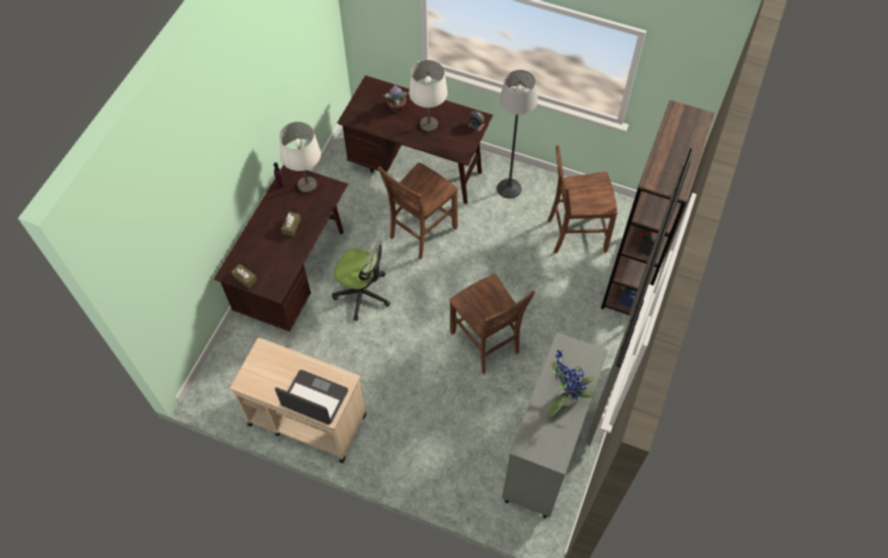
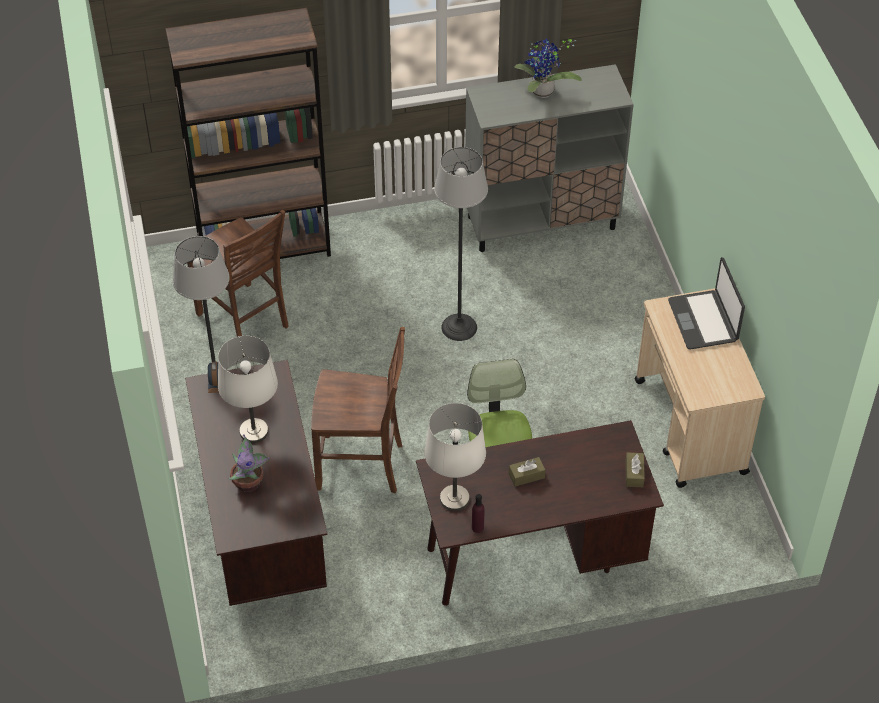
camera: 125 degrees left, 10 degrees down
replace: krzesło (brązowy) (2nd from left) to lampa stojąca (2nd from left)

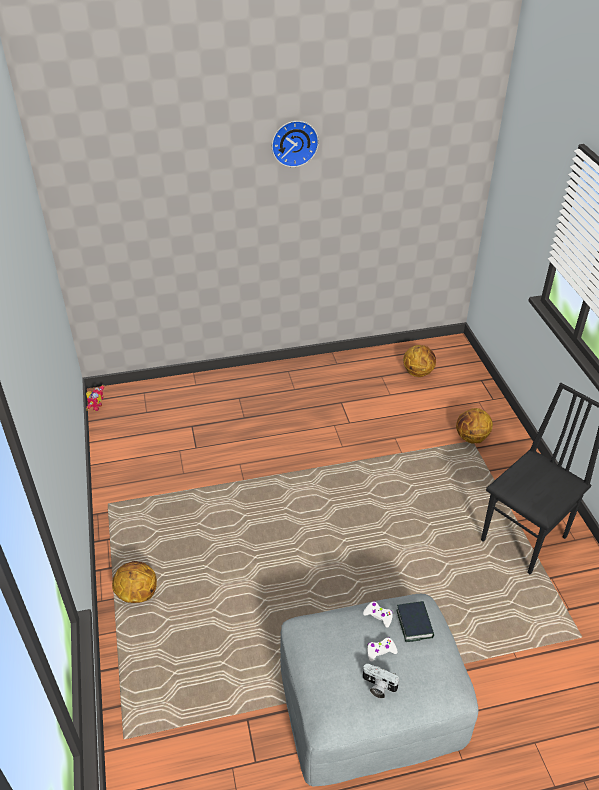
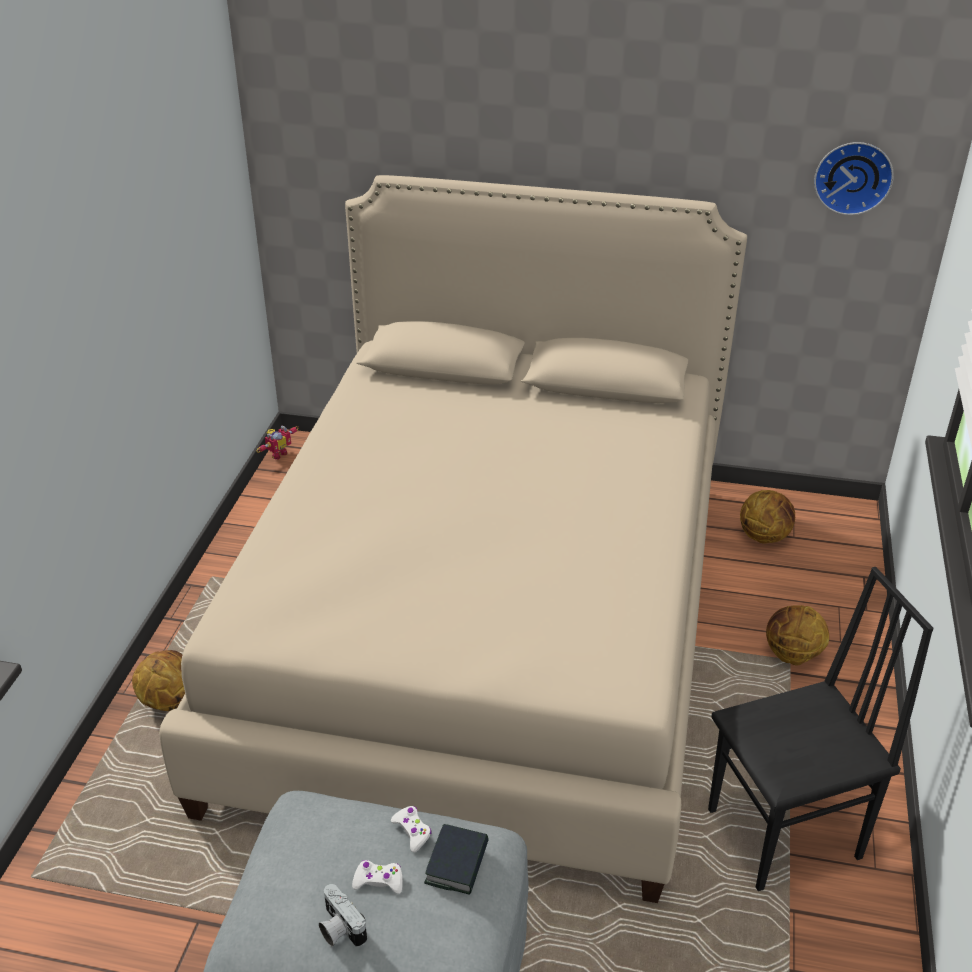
camera: 25 degrees right, 5 degrees down
insert: łóżko (beżowy)
move: zegar ścienny

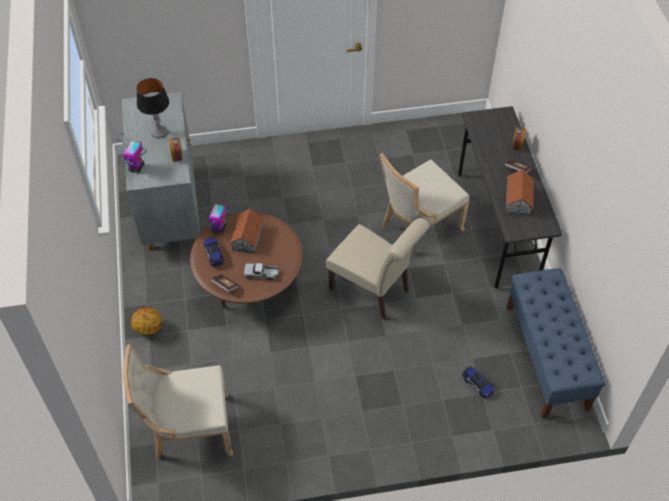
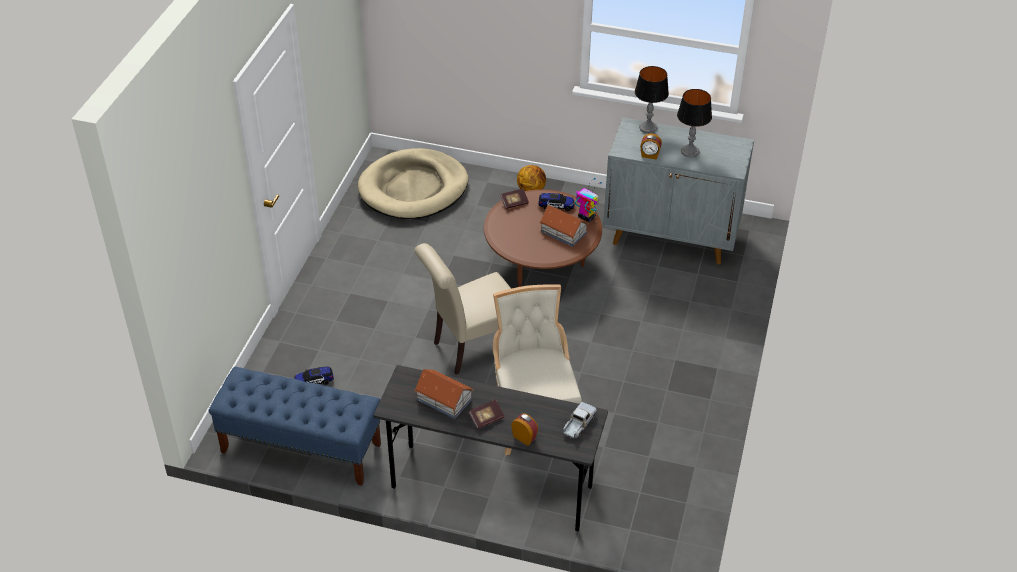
camera: 115 degrees right, 10 degrees down
move: ciężarówka zabawkowa
replace: robot zabawkowy (1st from left) to lampa stołowa (1st from left); krzesło (beżowy) (1st from left) to legowisko (beżowy)

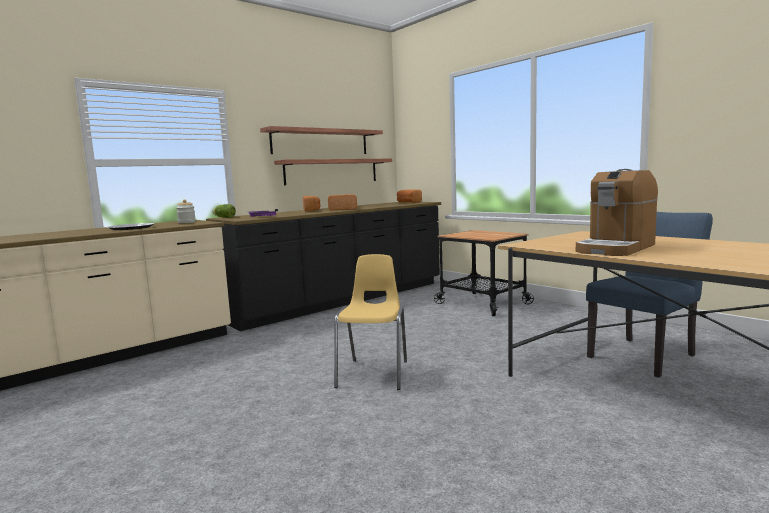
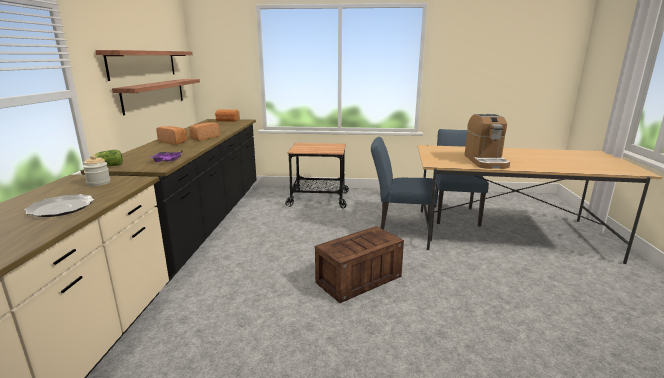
camera: 45 degrees left, 10 degrees up
insert: krzesło (niebieski) (1st from left)
replace: krzesło (żółty) to skrzynka

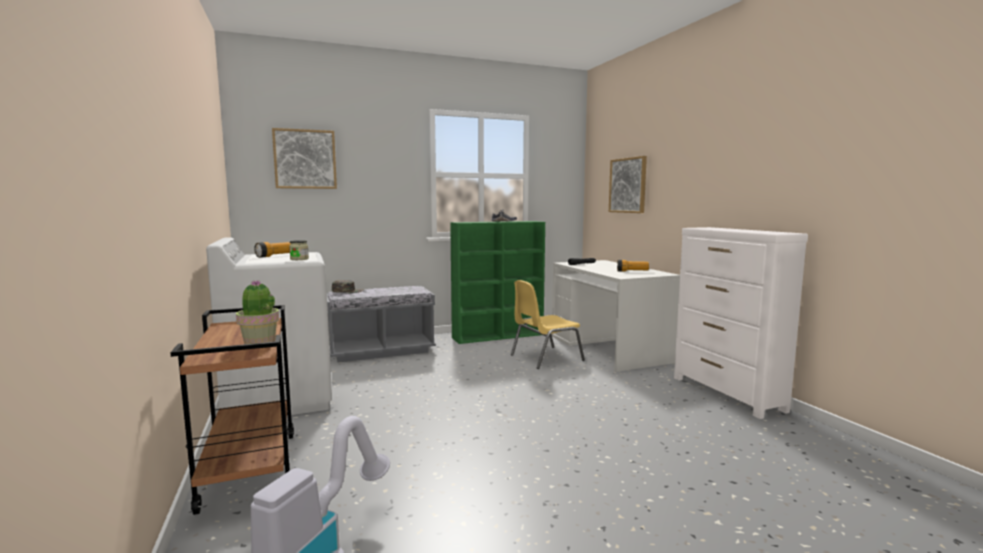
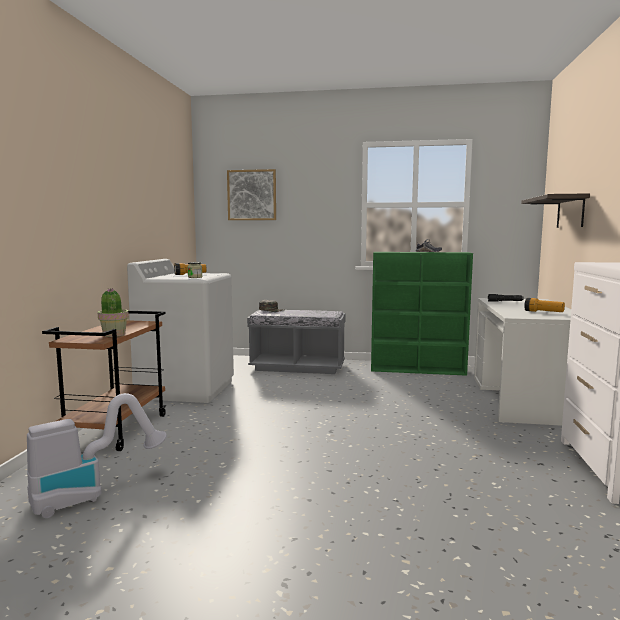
camera: 30 degrees right, 0 degrees up
delete: krzesło (żółty)
replace: obraz (2nd from left) to półka

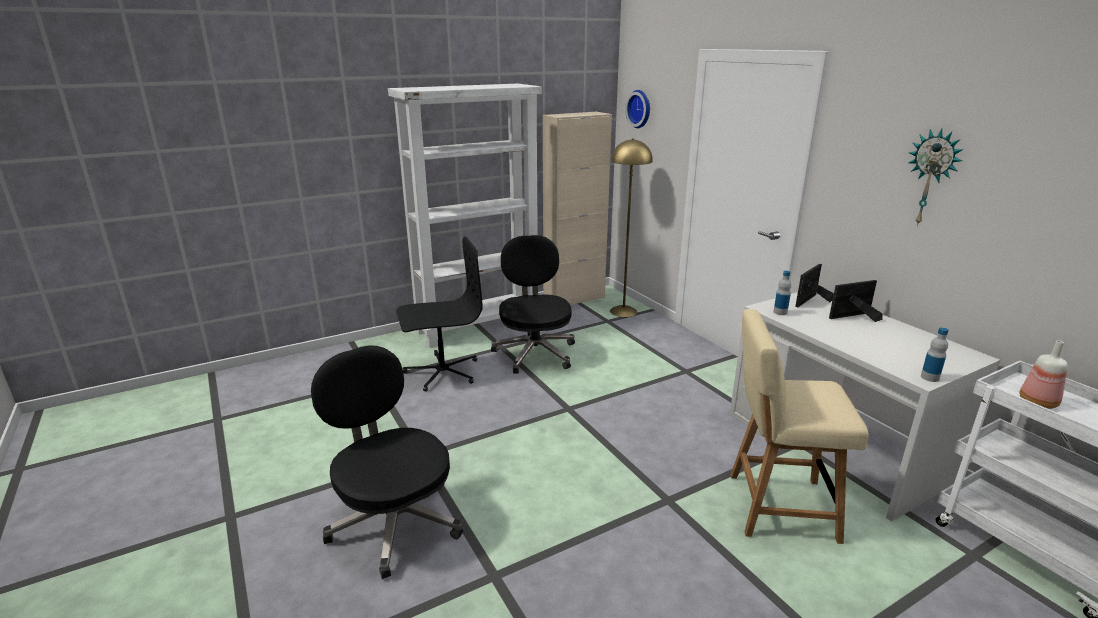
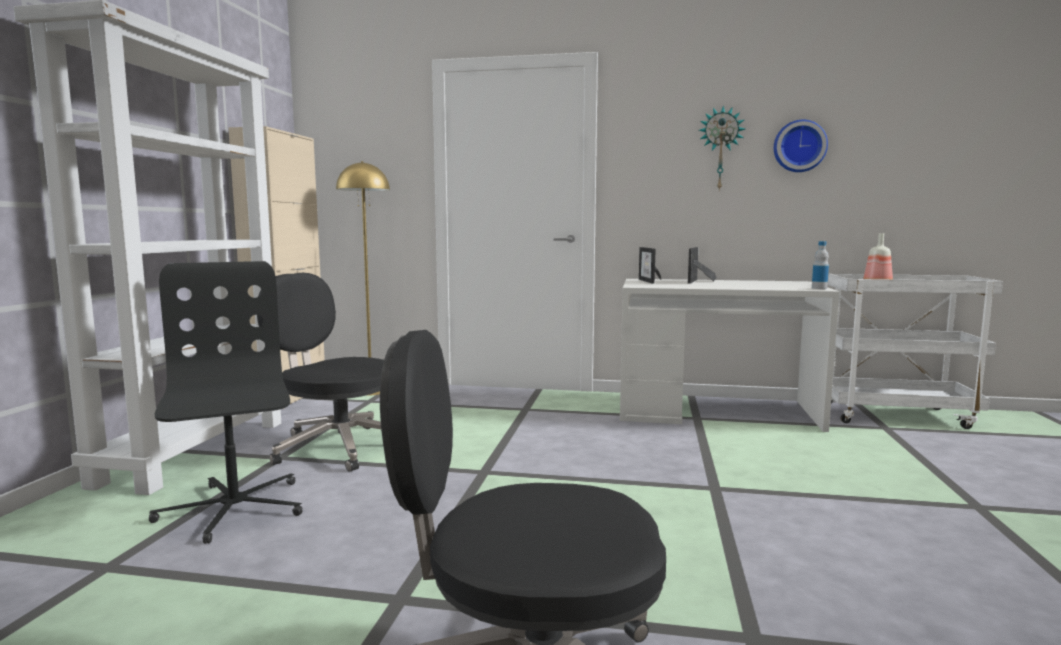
camera: 50 degrees left, 15 degrees down
delete: butelka (1st from left); krzesło (beżowy)
move: zegar ścienny (1st from left in the first image) to zegar ścienny (2nd from left)
rotate: krzesło biurowe (czarny) (2nd from left in the first image) 45 degrees counterclockwise

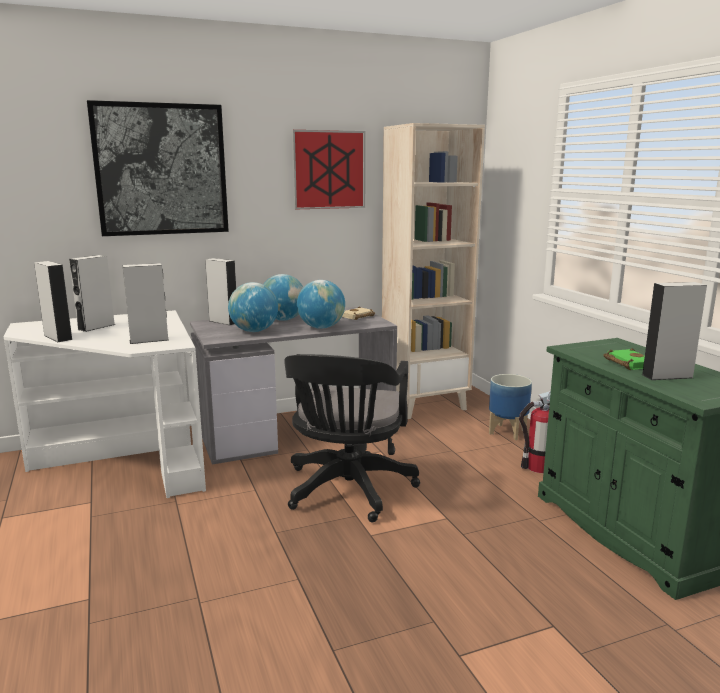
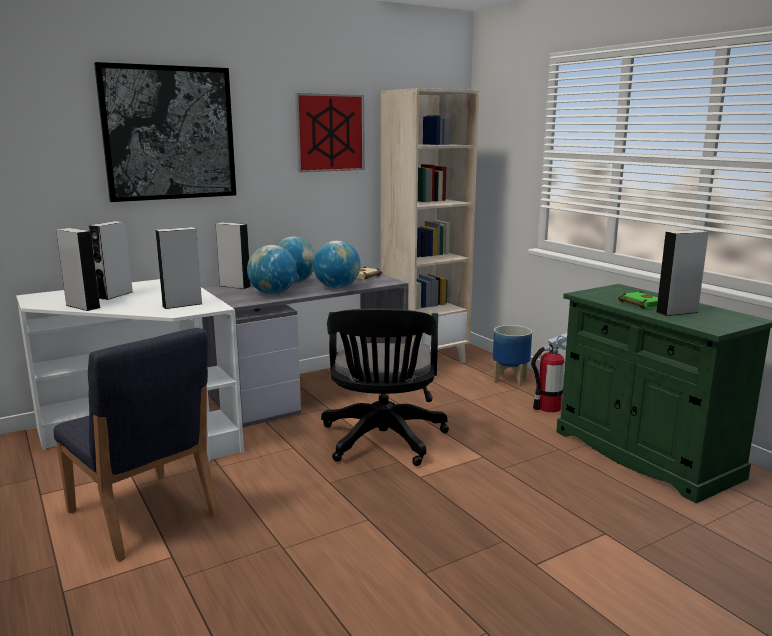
camera: 10 degrees left, 0 degrees up
insert: krzesło (niebieski)

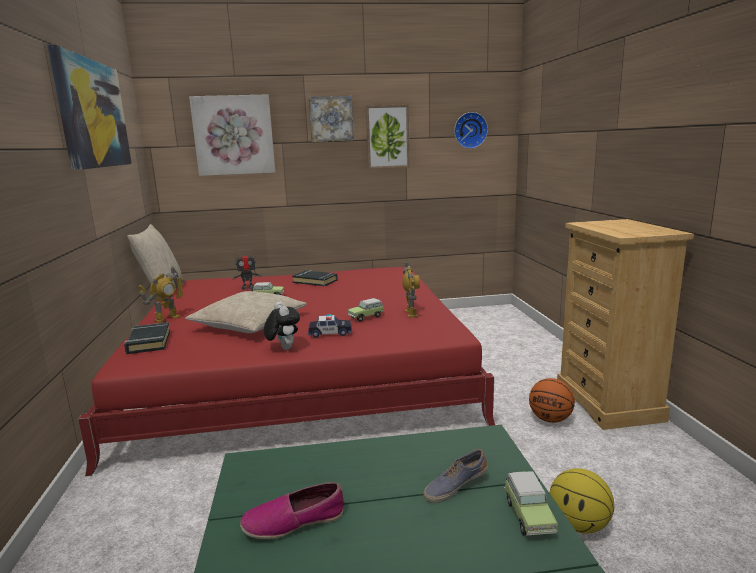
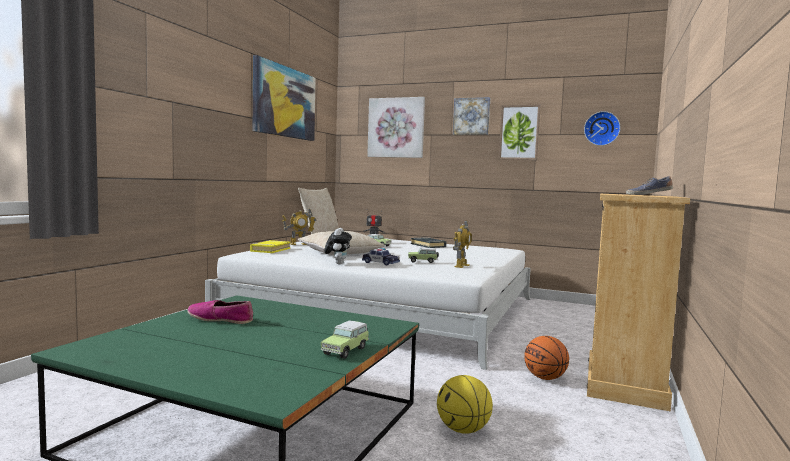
camera: 30 degrees right, 10 degrees down
move: but (2nd from left)
recolor: łóżko (czerwony) to łóżko (biały); książka (czarny) (1st from left) to książka (żółty)

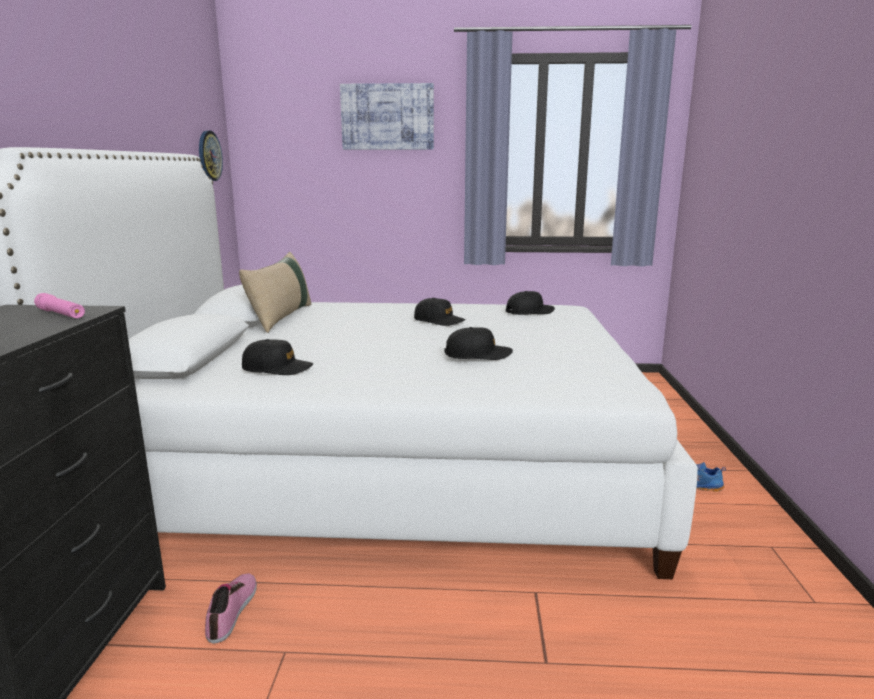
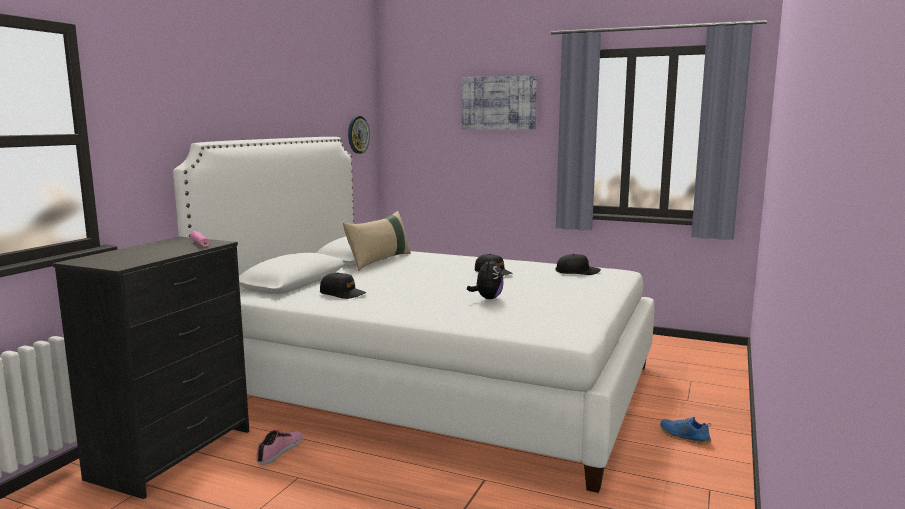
camera: 20 degrees right, 5 degrees down
replace: czapka z daszkiem (czarny) (3rd from left) to pluszak

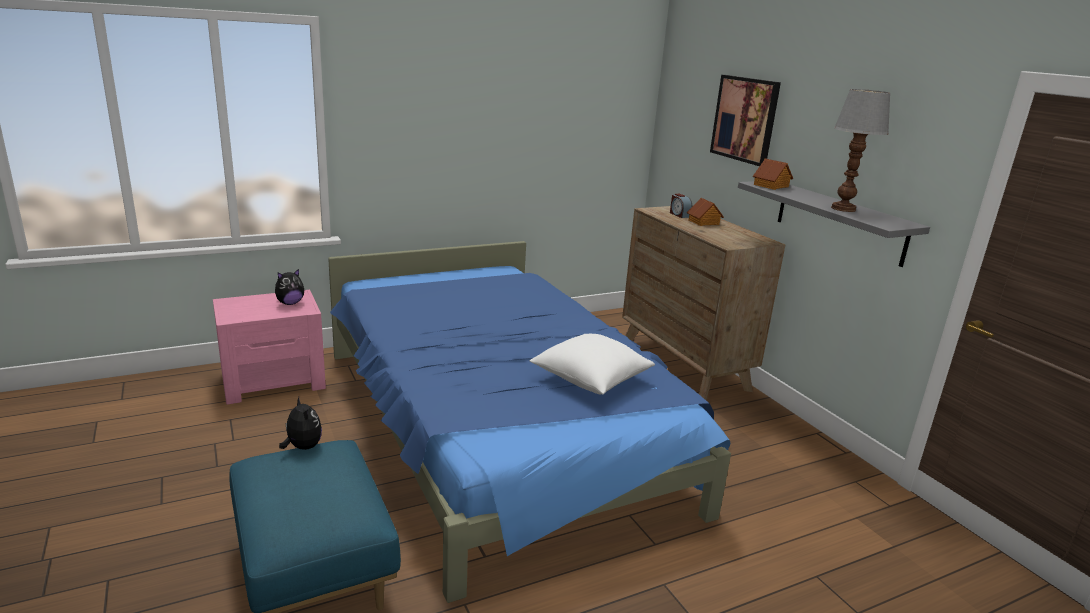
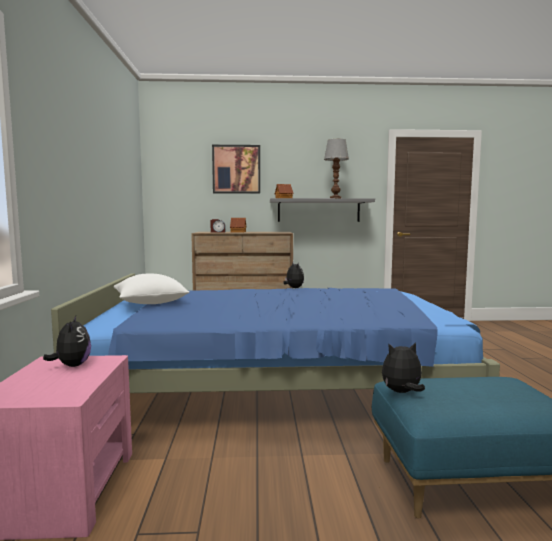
camera: 65 degrees left, 15 degrees down
insert: pluszak (2nd from left)
move: poduszka (biały)

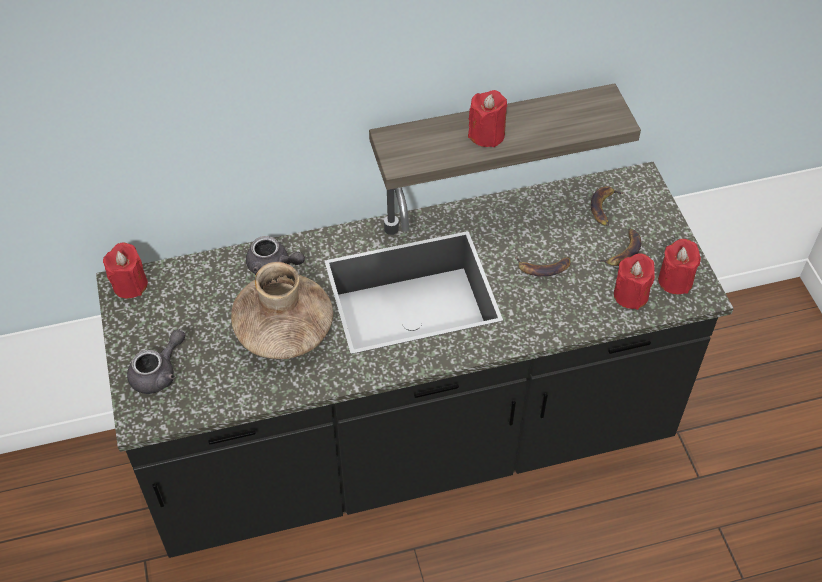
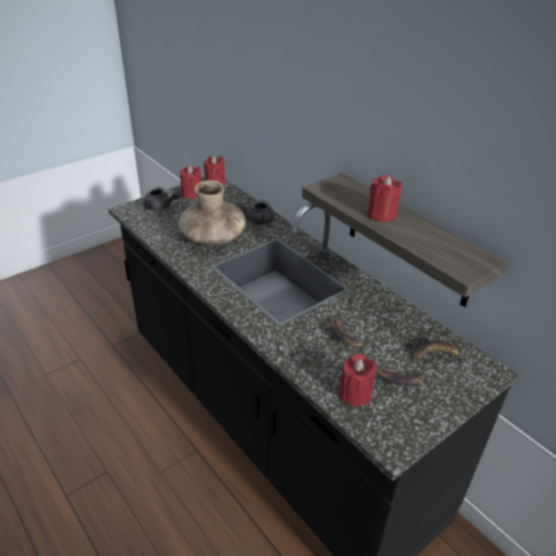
camera: 65 degrees right, 15 degrees down
move: świeca (czerwony) (4th from left in the first image) to świeca (czerwony) (1st from left)

